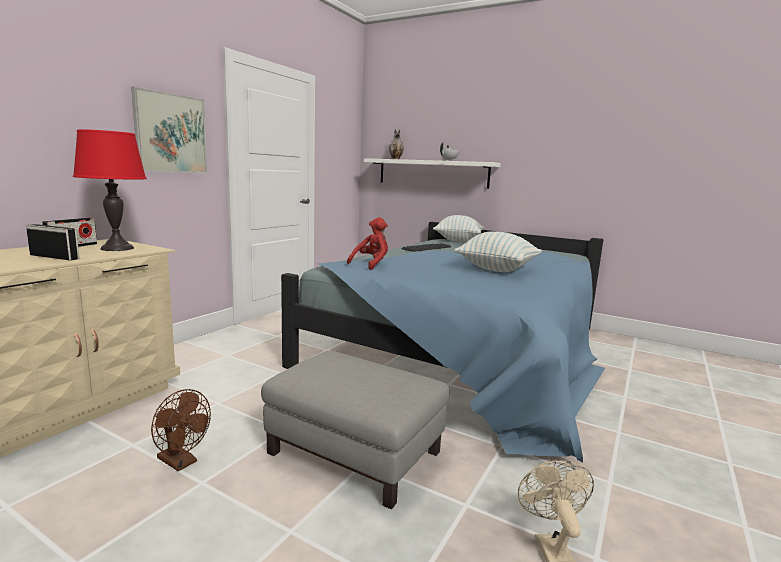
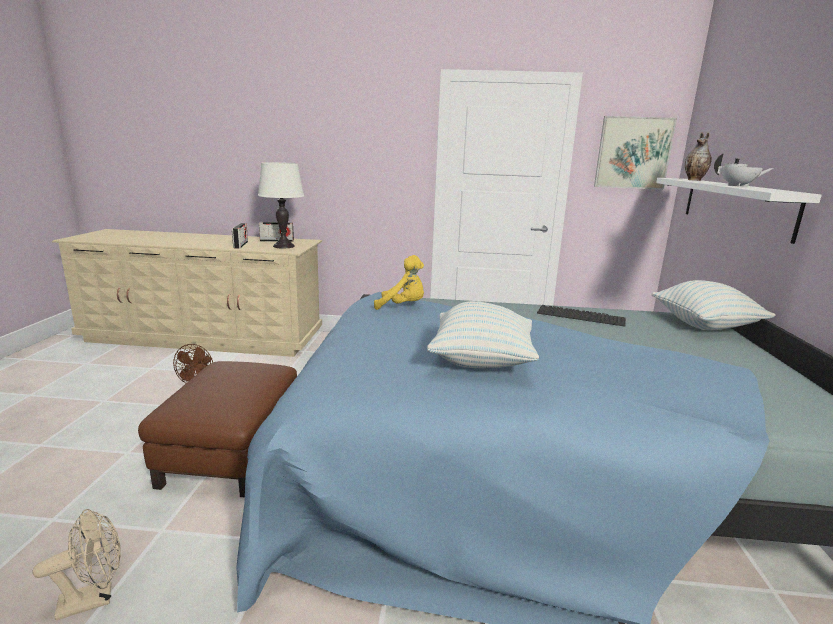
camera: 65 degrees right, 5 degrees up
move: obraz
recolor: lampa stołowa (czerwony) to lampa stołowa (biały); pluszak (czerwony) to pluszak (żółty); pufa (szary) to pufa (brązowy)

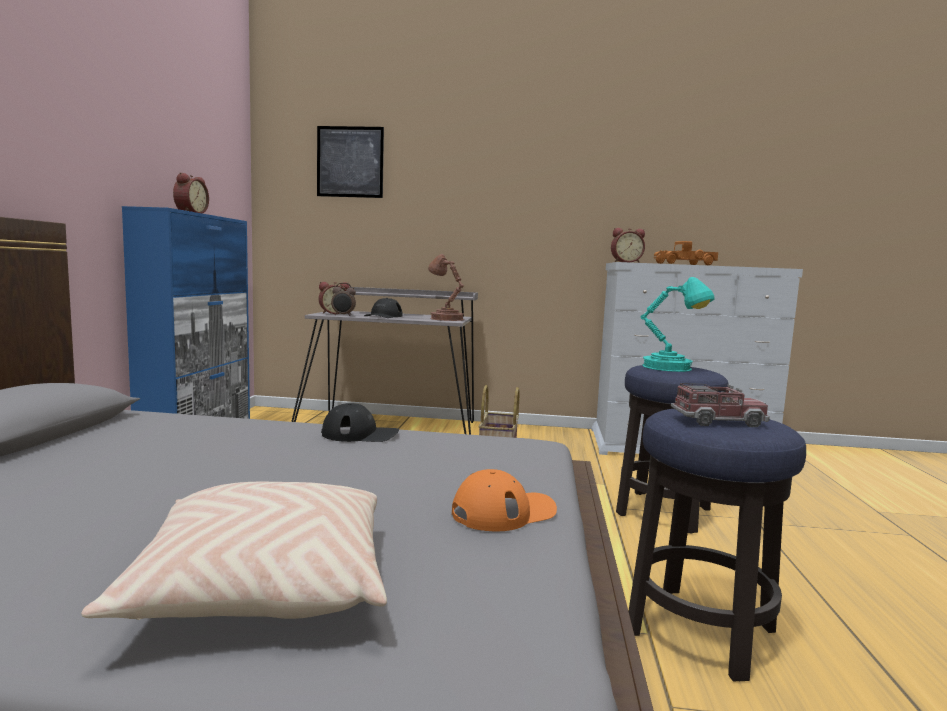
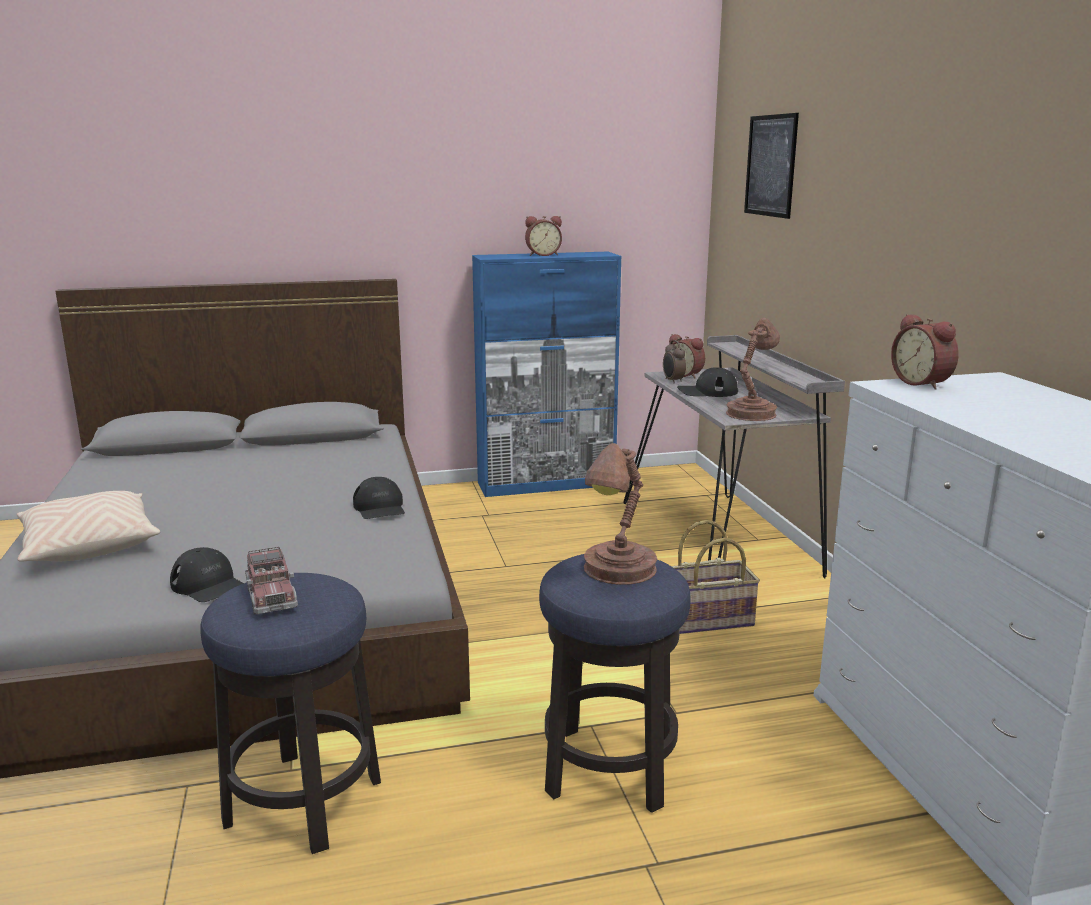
camera: 70 degrees right, 10 degrees up
delete: ciężarówka zabawkowa (1st from left)
recolor: lampa stołowa (turkusowy) to lampa stołowa (brązowy) (1st from left); czapka z daszkiem (pomarańczowy) to czapka z daszkiem (czarny) (1st from left)

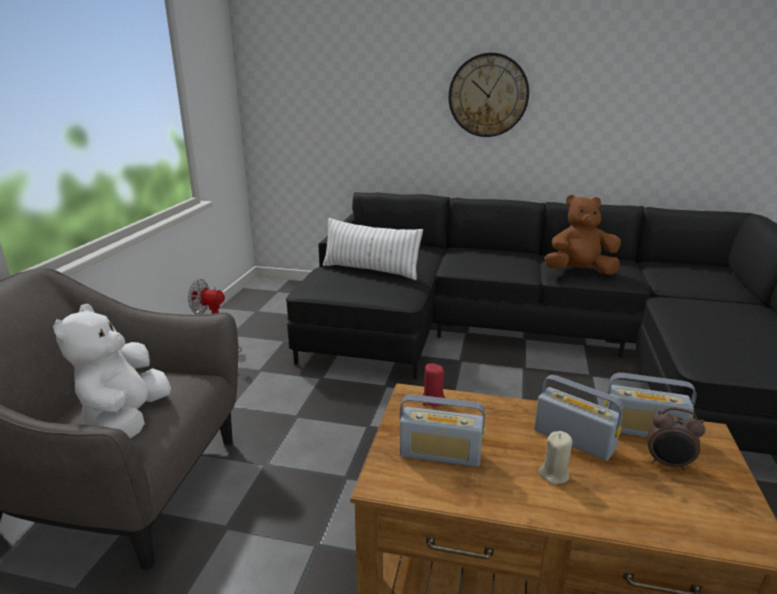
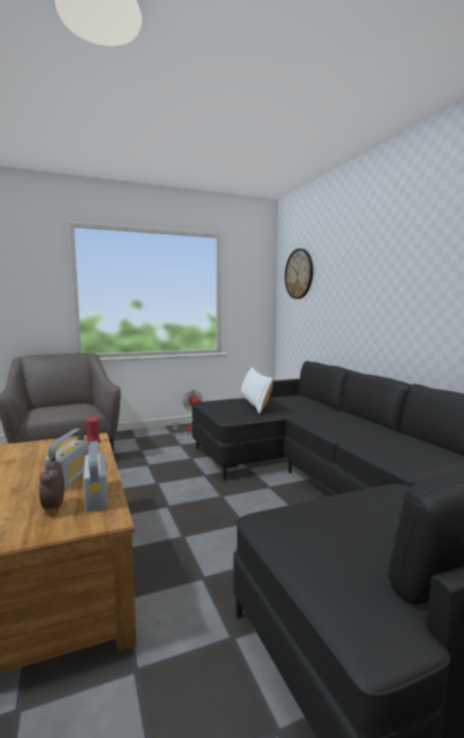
camera: 55 degrees right, 15 degrees down
delete: pluszak (brązowy); pluszak (biały); radio (1st from left); świeca (beżowy)
move: zegar ścienny

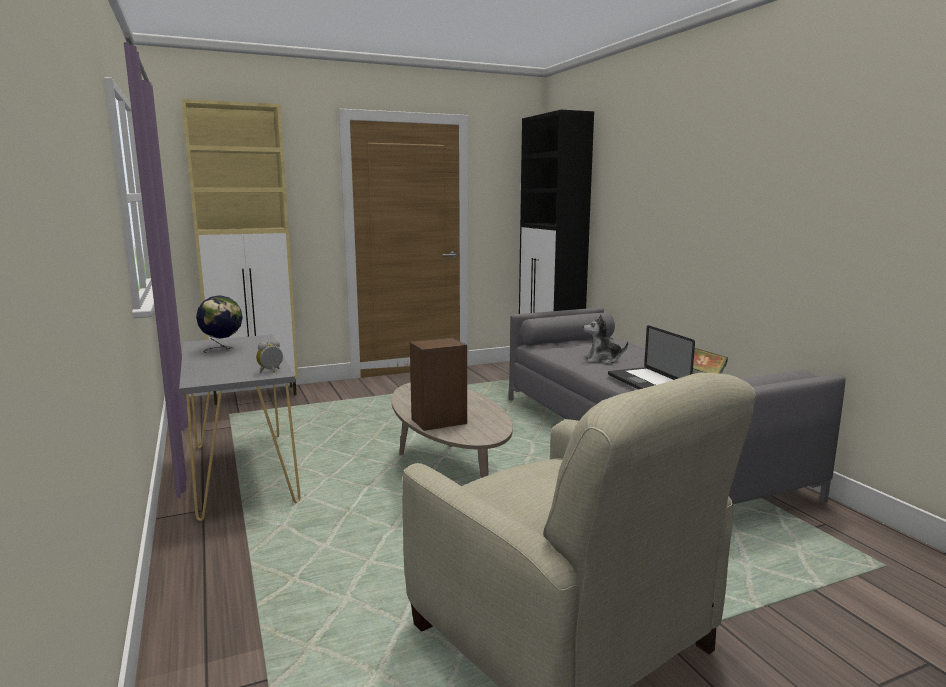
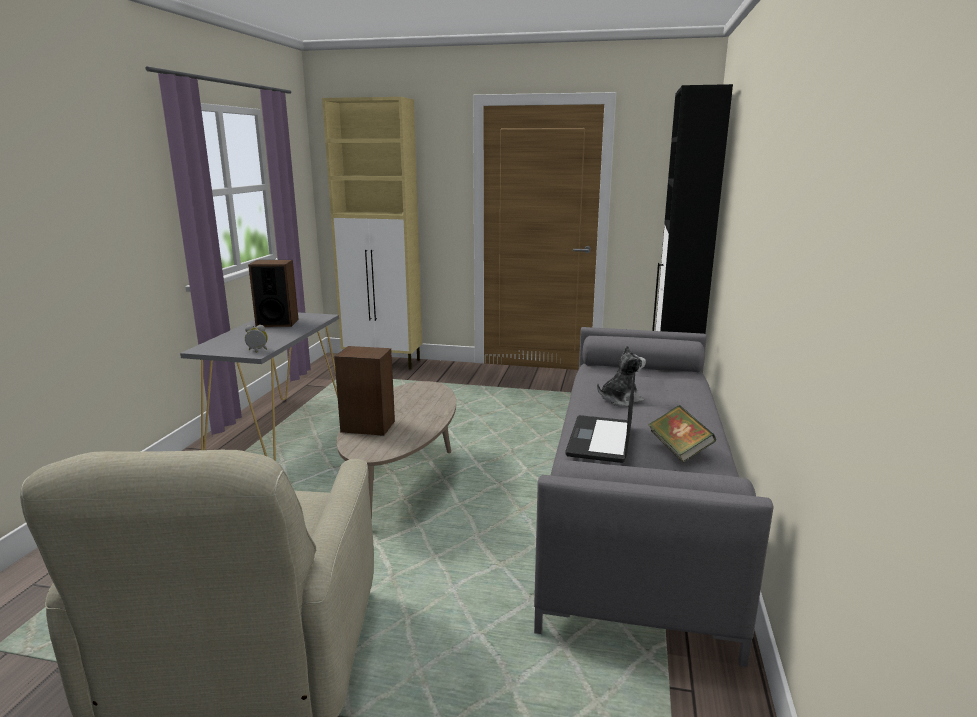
camera: 35 degrees right, 5 degrees up
replace: globus to głośnik (1st from left)
rotate: pluszak 120 degrees clockwise

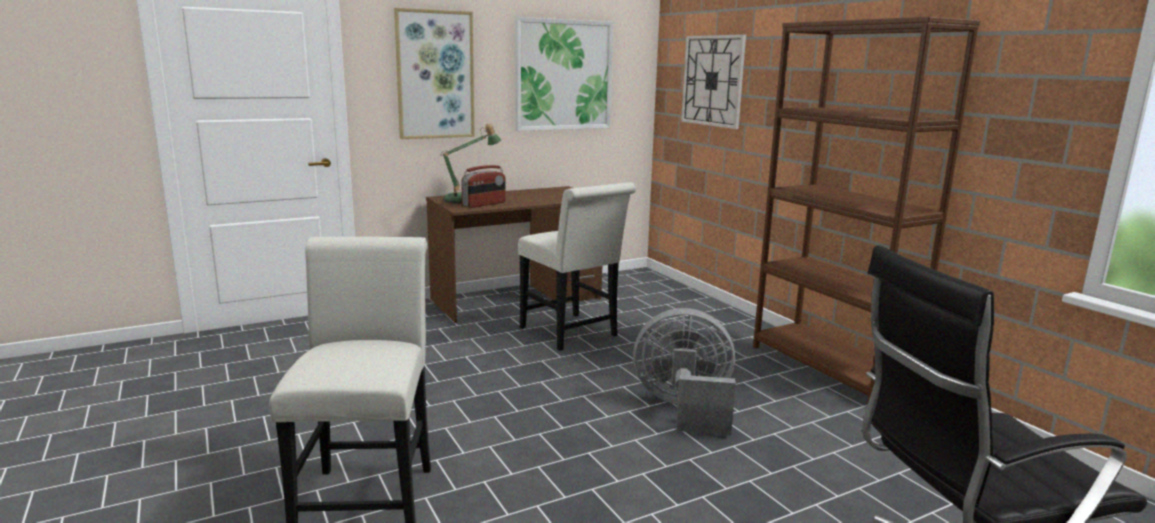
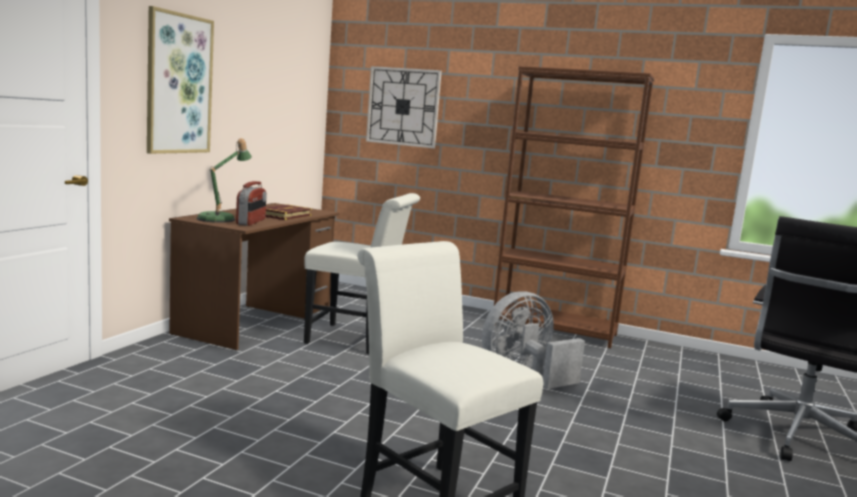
camera: 40 degrees left, 5 degrees down
delete: obraz (2nd from left)
insert: książka

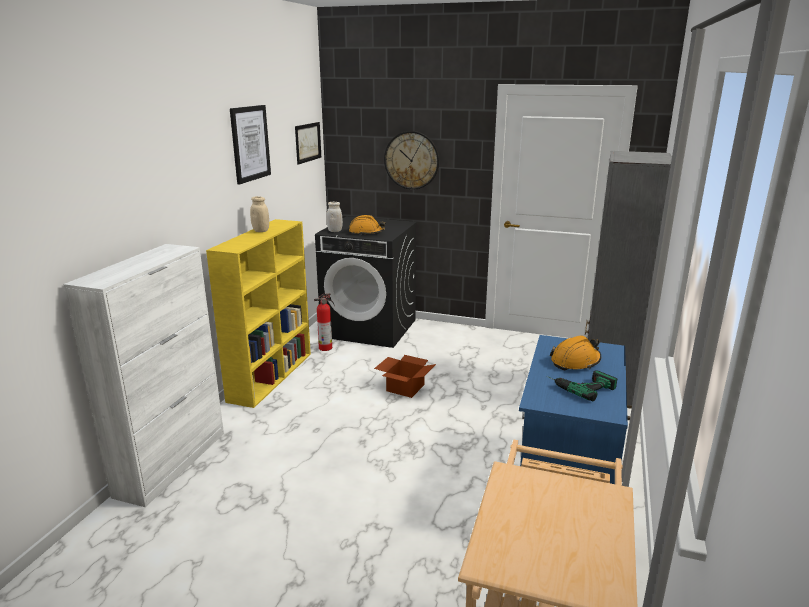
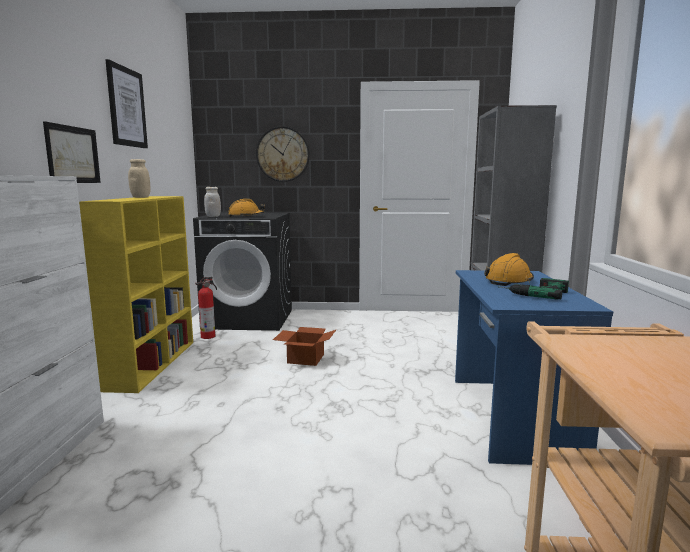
camera: 15 degrees left, 10 degrees down
move: obraz (2nd from left in the first image) to obraz (1st from left)

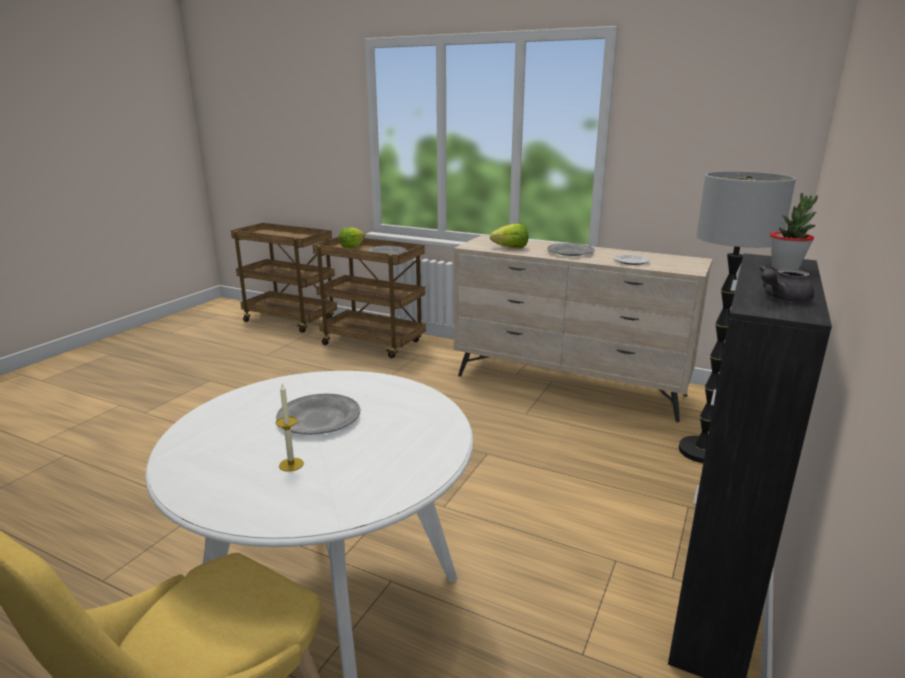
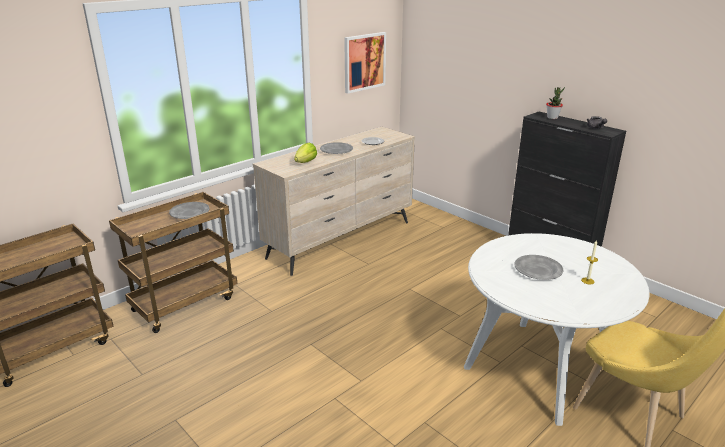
camera: 70 degrees left, 5 degrees up
delete: lampa stojąca; sałata (1st from left)
insert: obraz

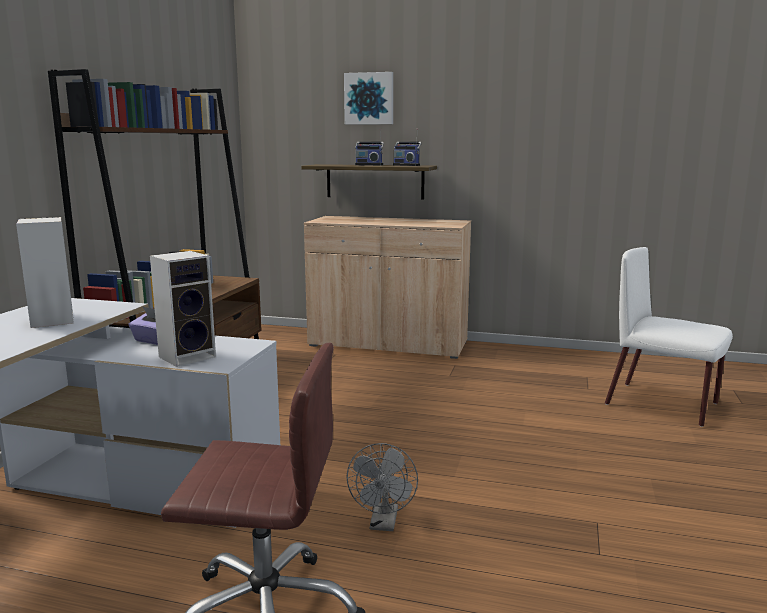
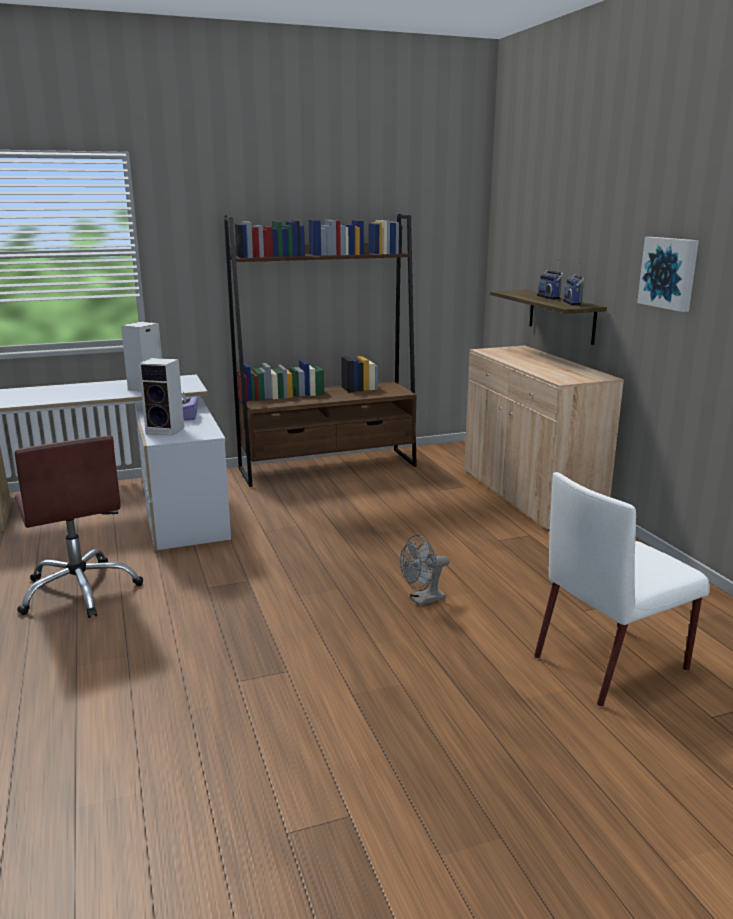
camera: 55 degrees right, 5 degrees up
move: obraz; wentylator (szary)
rotate: krzesło (biały) 120 degrees counterclockwise

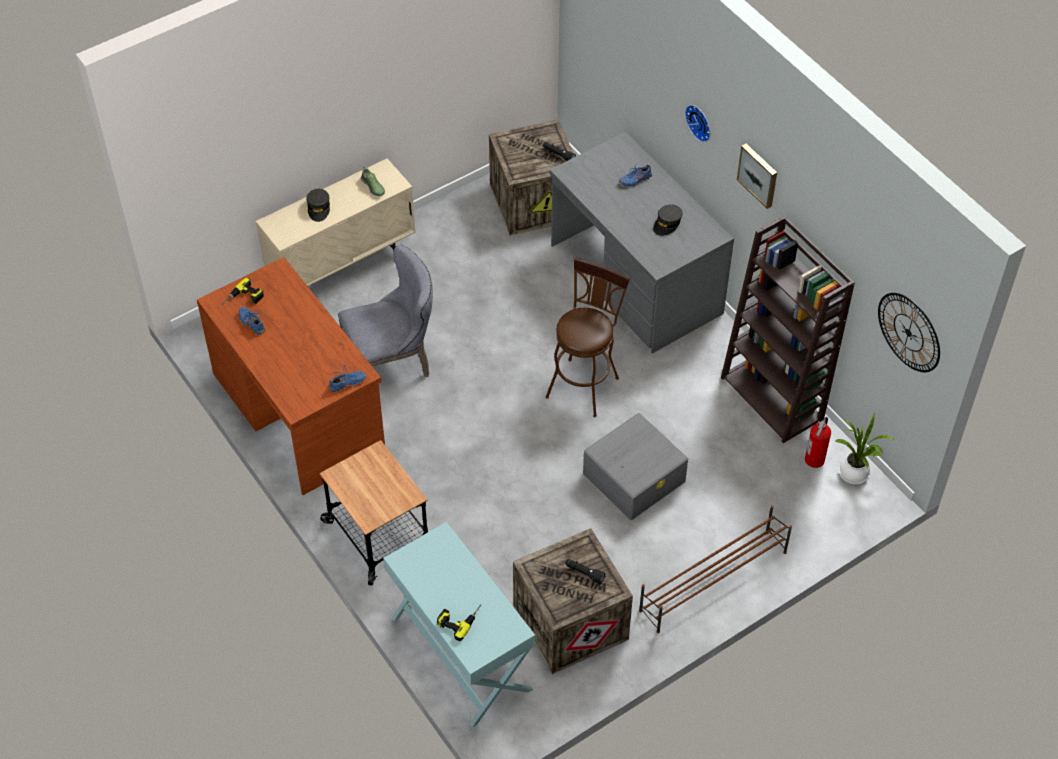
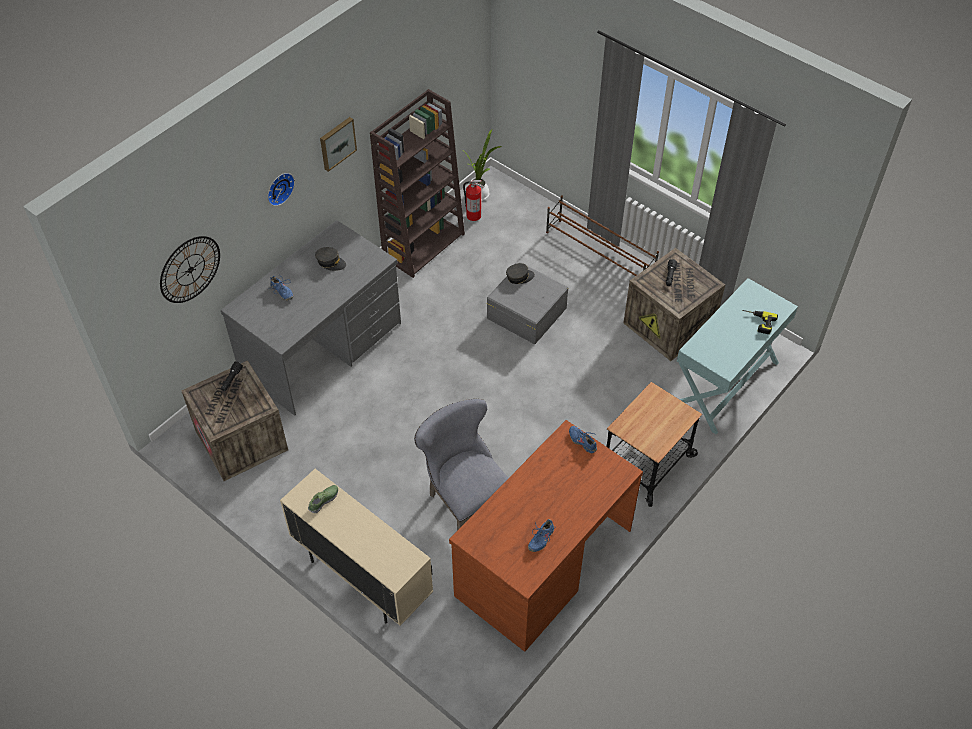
camera: 105 degrees left, 0 degrees up
delete: stołek (brązowy); wiertarka (1st from left)
move: czapka z daszkiem (szary) (1st from left in the first image) to czapka z daszkiem (szary) (2nd from left); zegar ścienny (2nd from left in the first image) to zegar ścienny (1st from left)

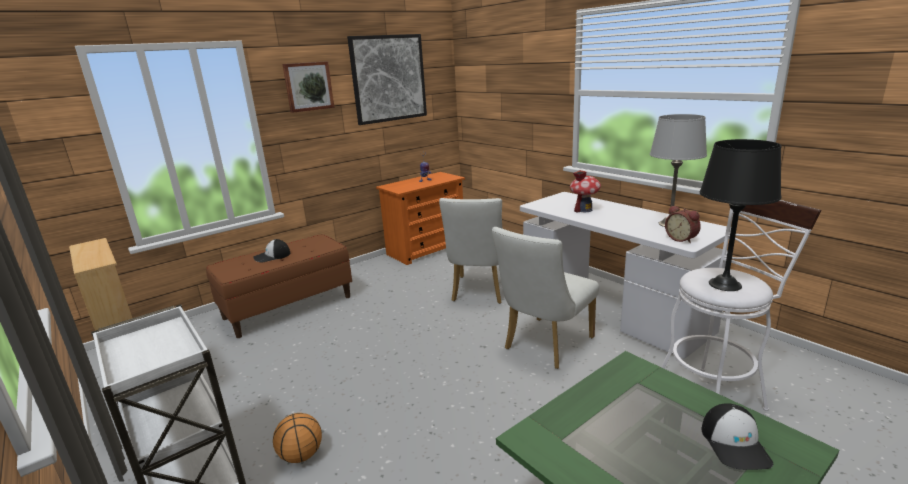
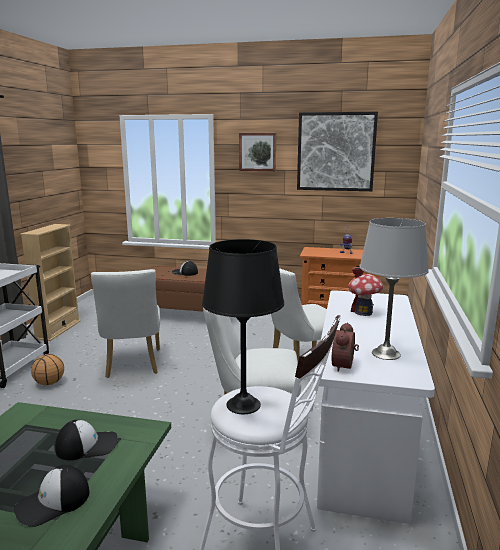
camera: 50 degrees right, 5 degrees down
insert: krzesło (biały) (1st from left); czapka z daszkiem (2nd from left)

